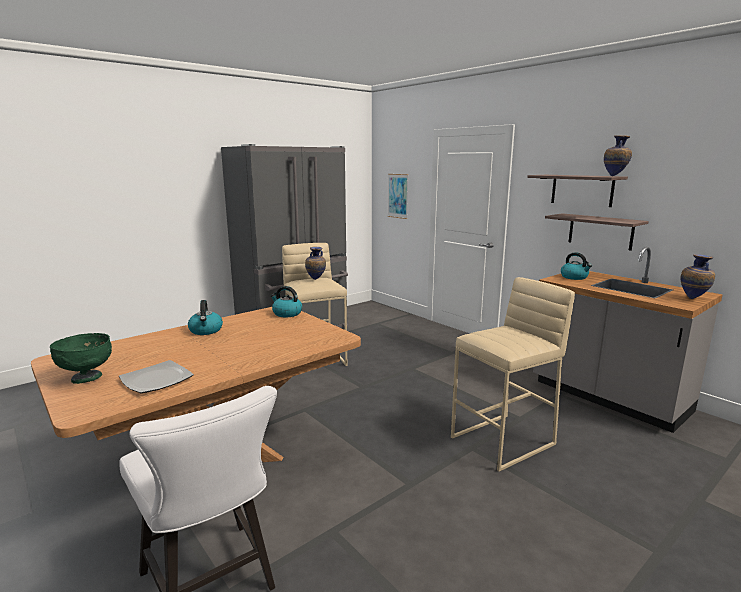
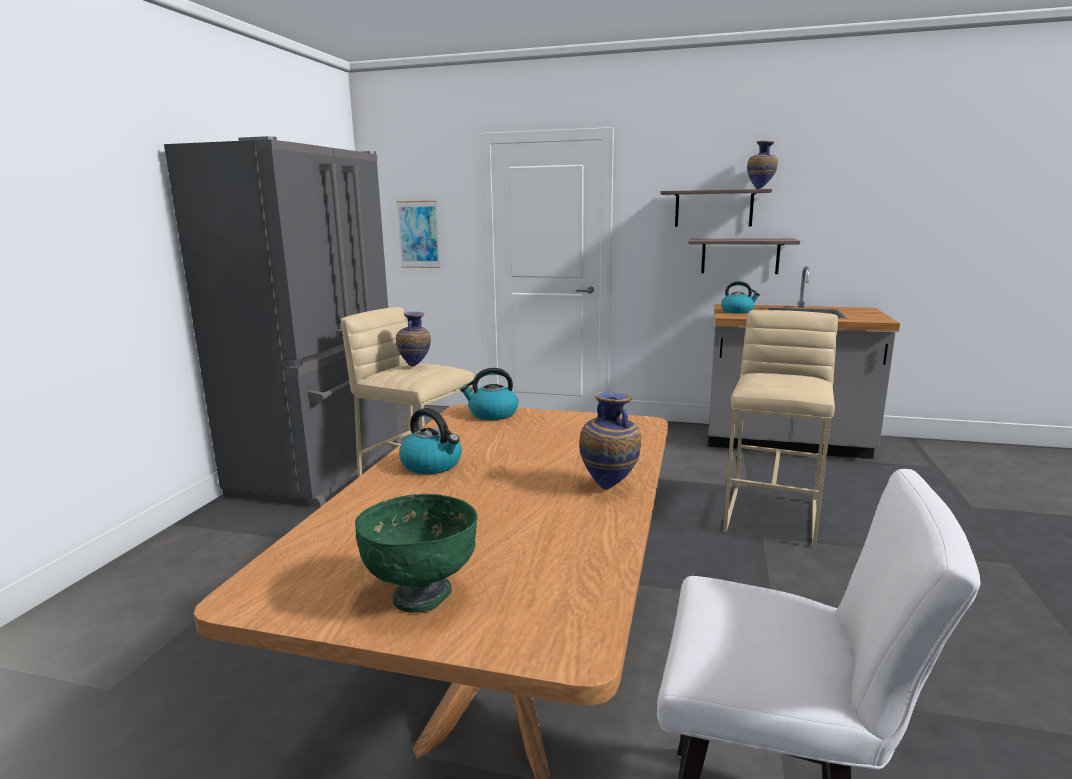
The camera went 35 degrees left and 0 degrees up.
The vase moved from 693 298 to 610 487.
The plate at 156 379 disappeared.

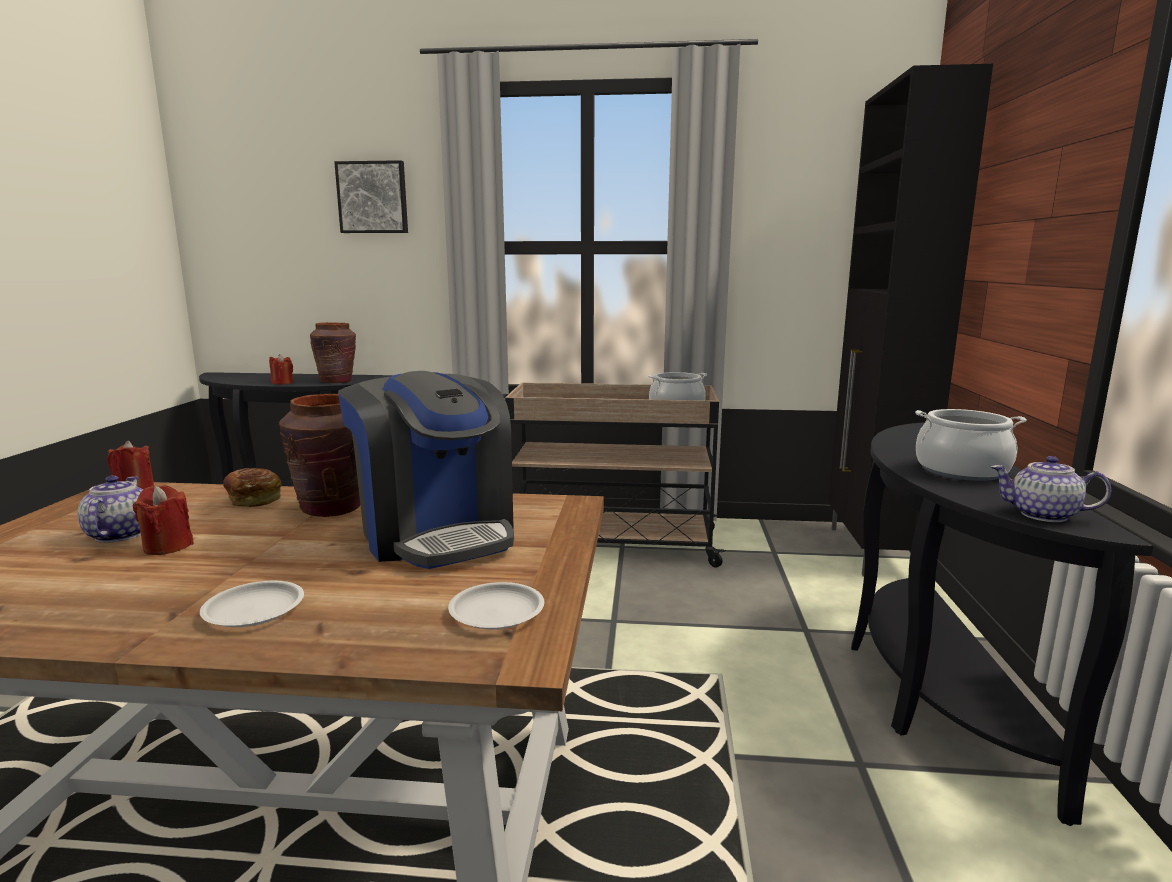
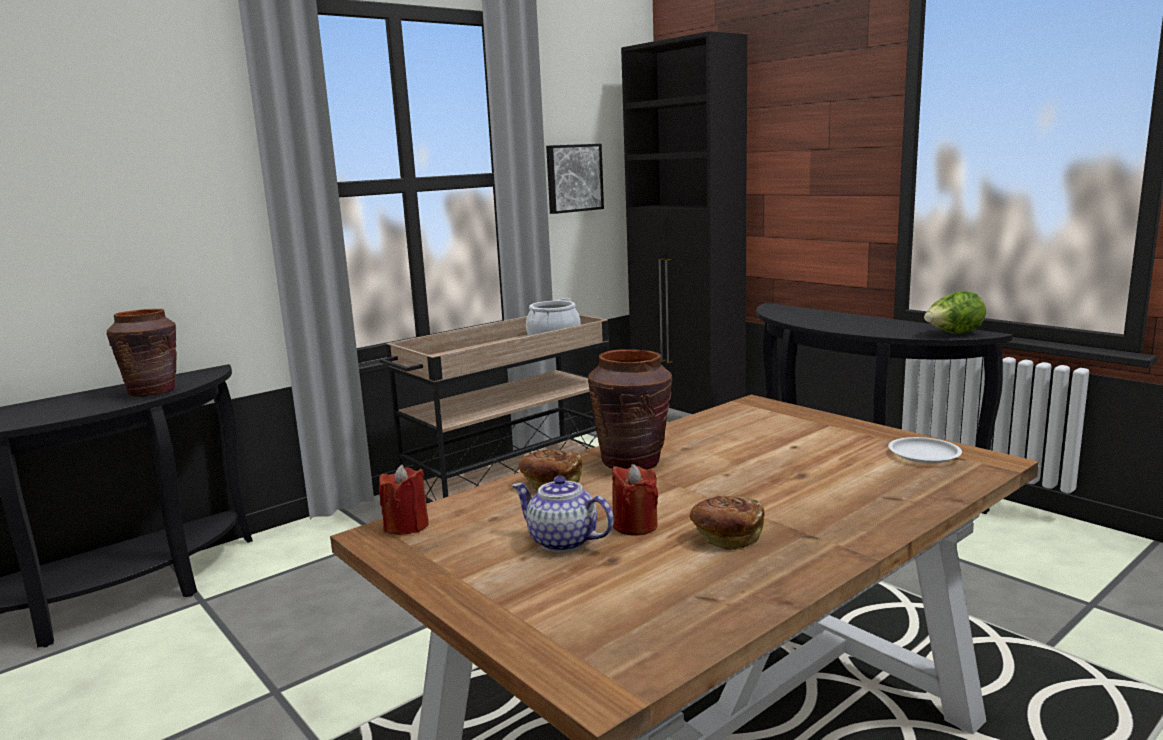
The camera went 45 degrees left and 0 degrees up.
The picture moved from 373 197 to 573 178.
The bread at 727 537 appeared.
The teapot at 1042 515 was replaced by the lettuce at 953 334.
The white plate at 253 610 disappeared.
The red candle at 282 383 disappeared.
The coffee machine at 436 533 disappeared.
The cooking pot at 961 470 disappeared.

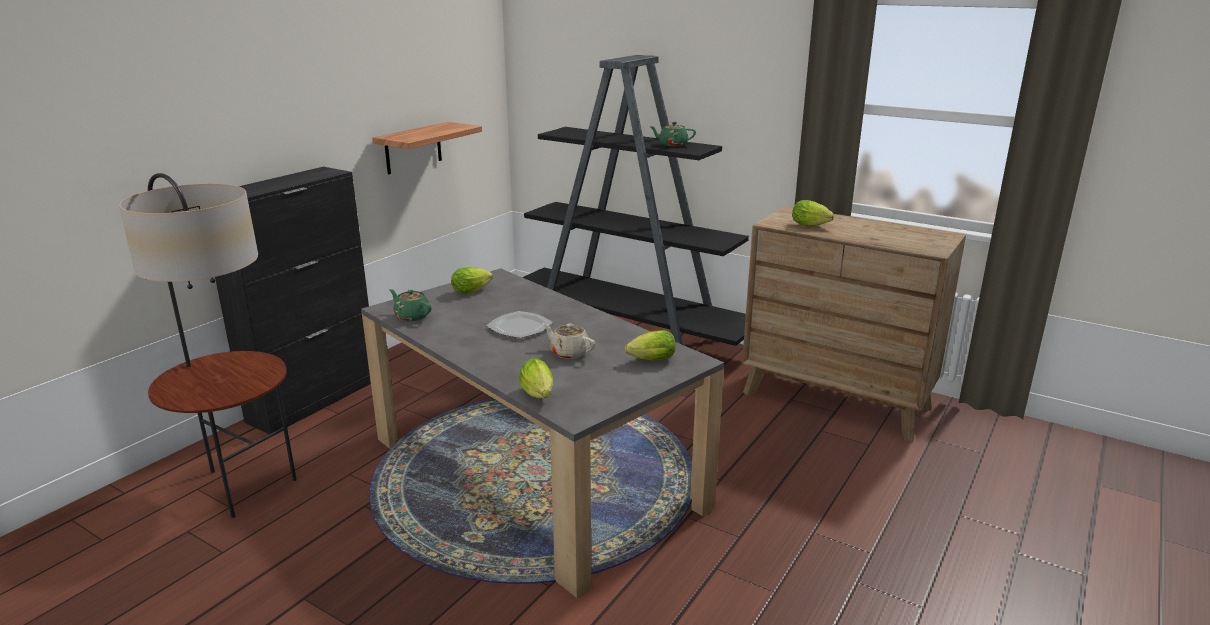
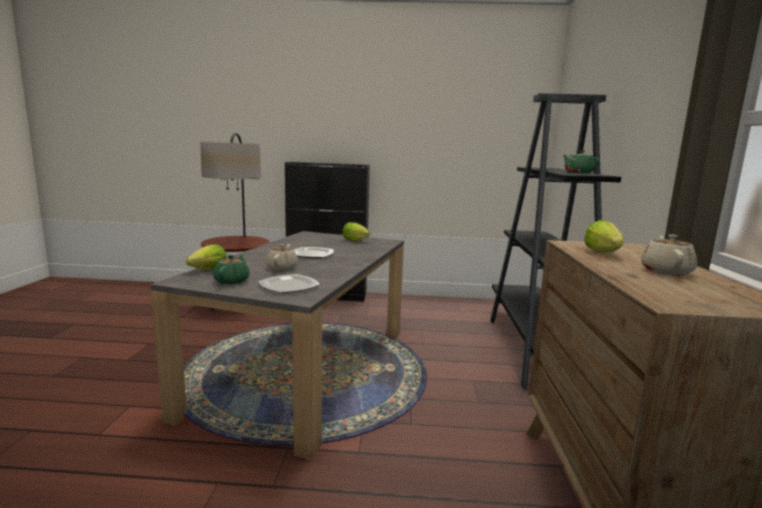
The camera went 60 degrees right and 10 degrees down.
The green teapot moved from 412 316 to 232 281.
The lettuce at 649 360 was replaced by the plate at 289 286.
The beige teapot at 665 271 appeared.
The shelf at 413 148 disappeared.

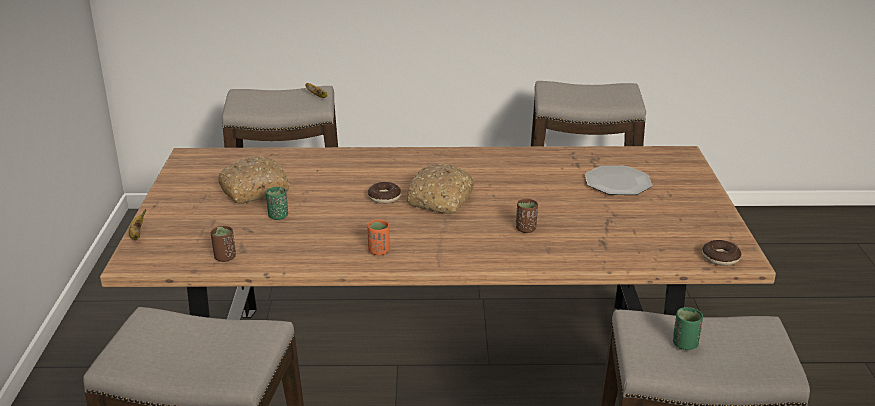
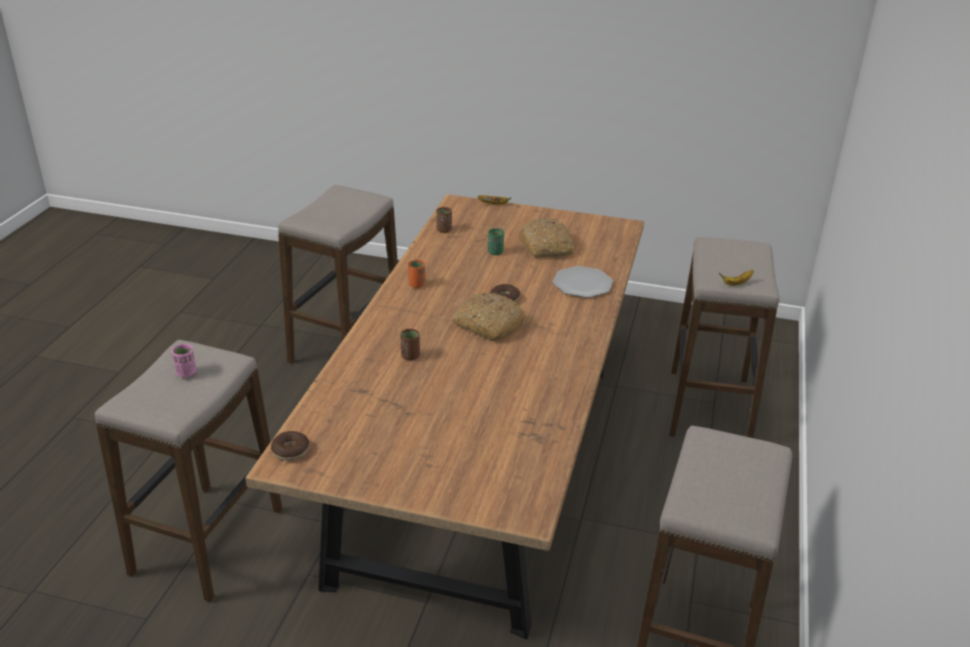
The camera went 105 degrees right and 5 degrees up.
The green cup at 685 344 became the pink cup at 186 372.
The plate moved from 617 182 to 582 284.

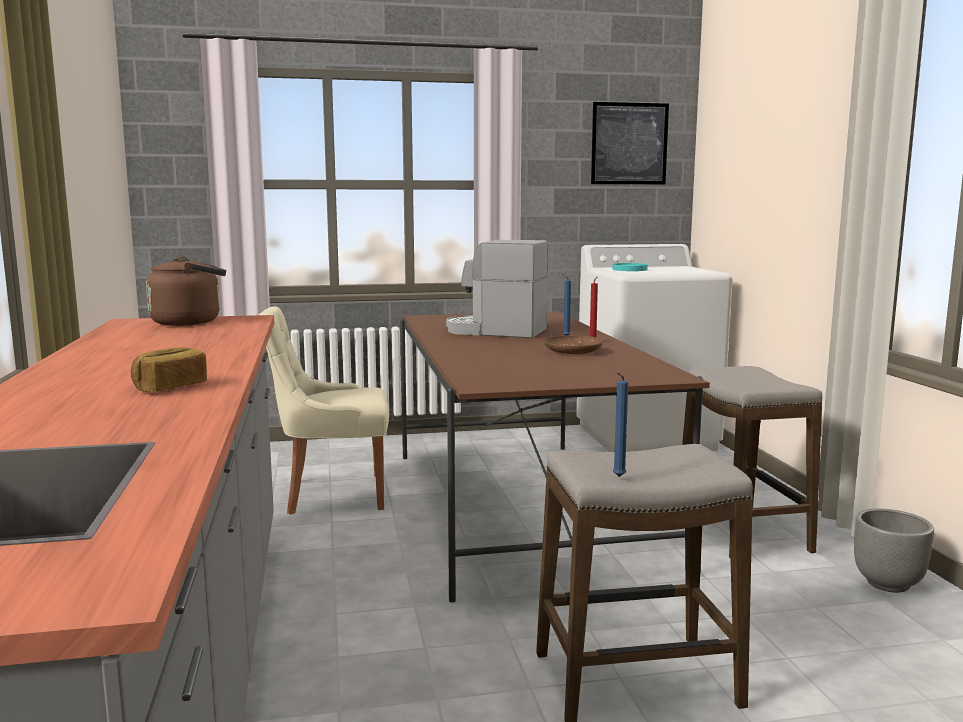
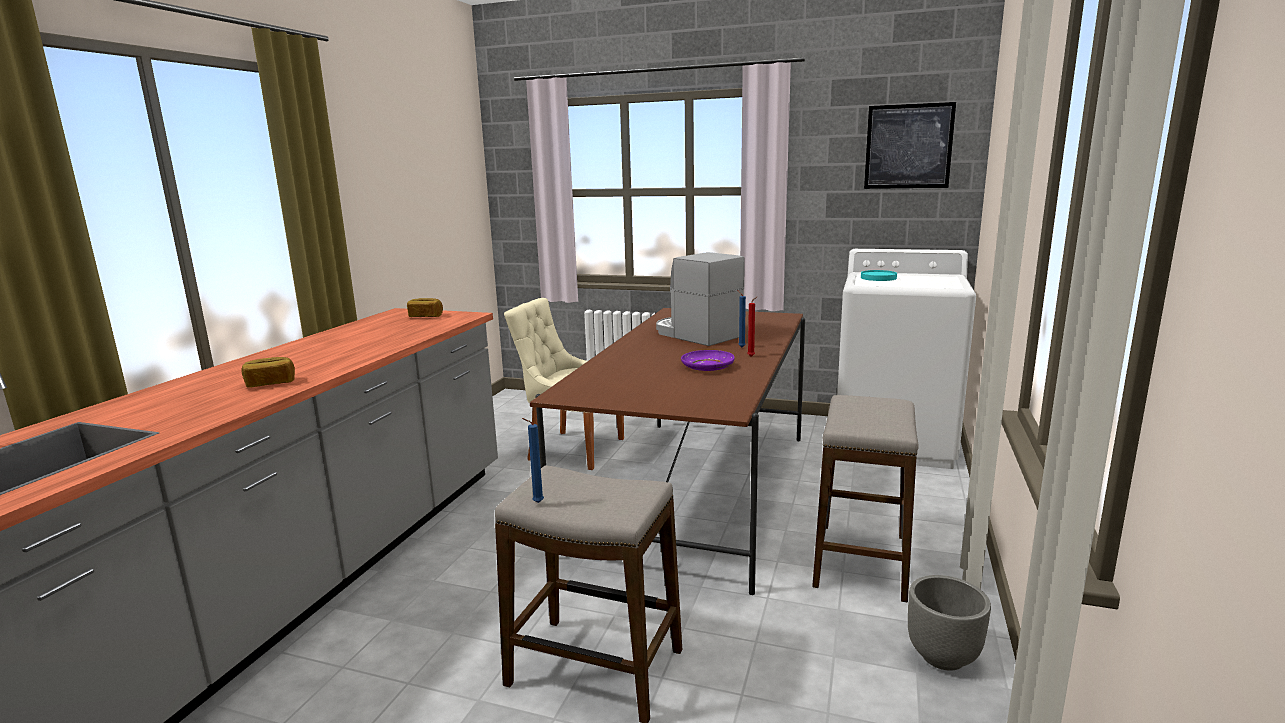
The camera went 30 degrees right and 5 degrees up.
The brown kettle at 190 322 was replaced by the bread at 426 316.
The brown plate at 573 352 became the purple plate at 708 367.

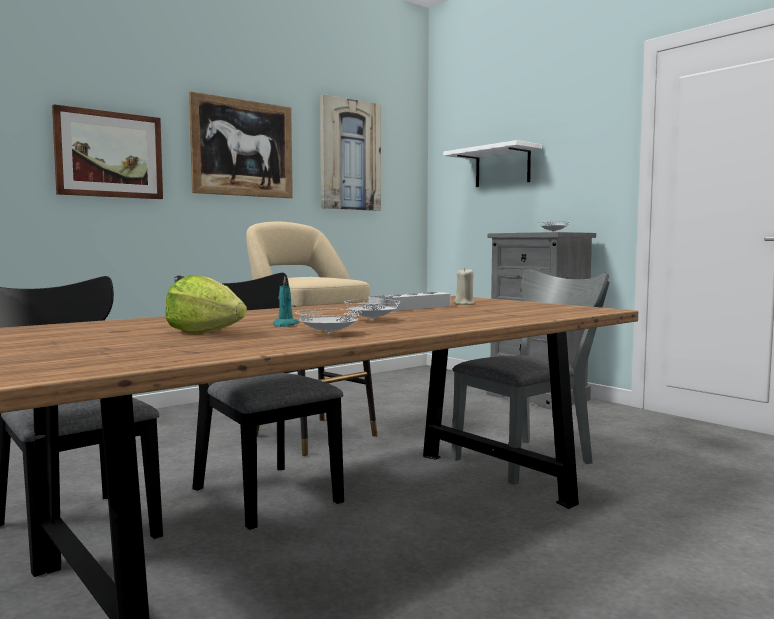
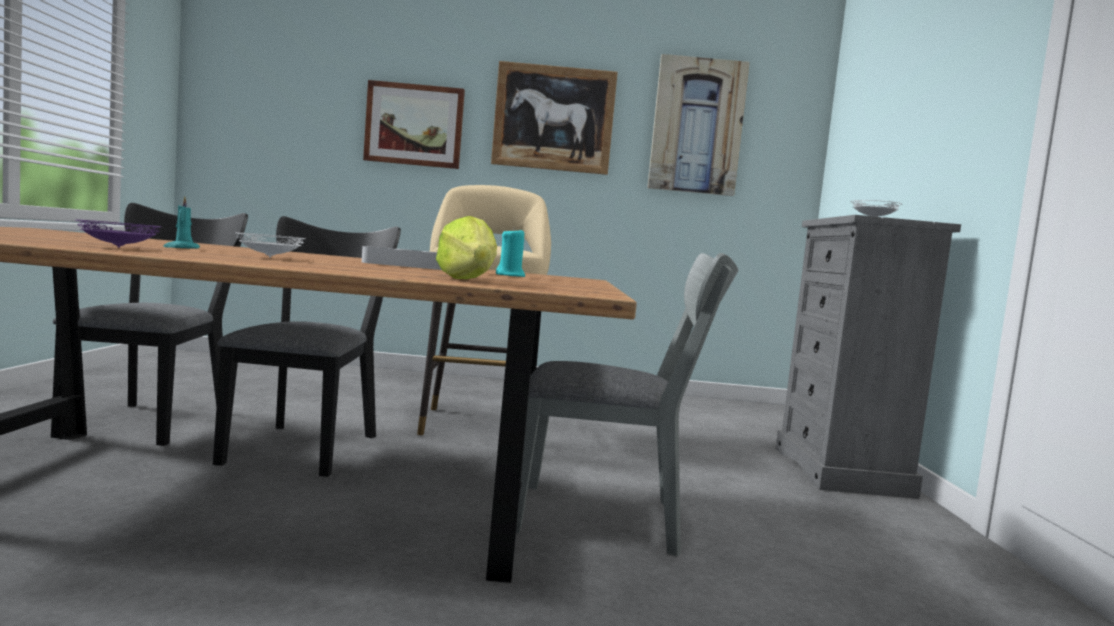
The camera went 40 degrees right and 0 degrees up.
The white plate at 328 334 became the purple plate at 119 247.
The lettuce moved from 205 332 to 467 280.
The beige candle at 464 304 became the turquoise candle at 510 275.
The white shelf at 502 167 disappeared.

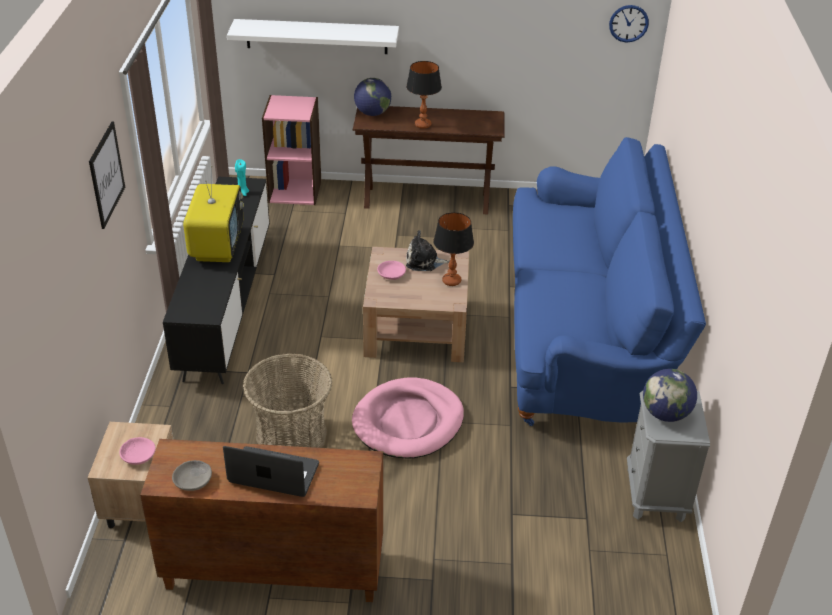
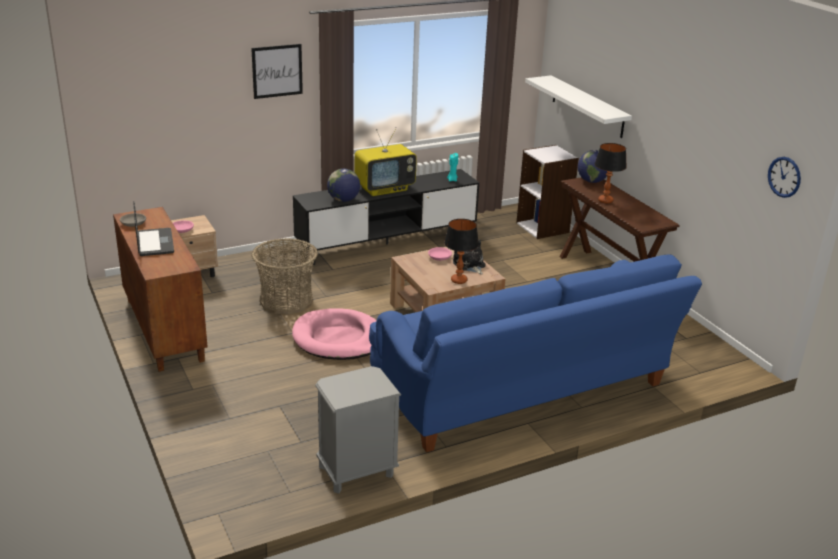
The camera went 60 degrees right and 10 degrees down.
The globe moved from 665 414 to 343 200.
The pink bookcase at 295 191 became the white bookcase at 543 227.

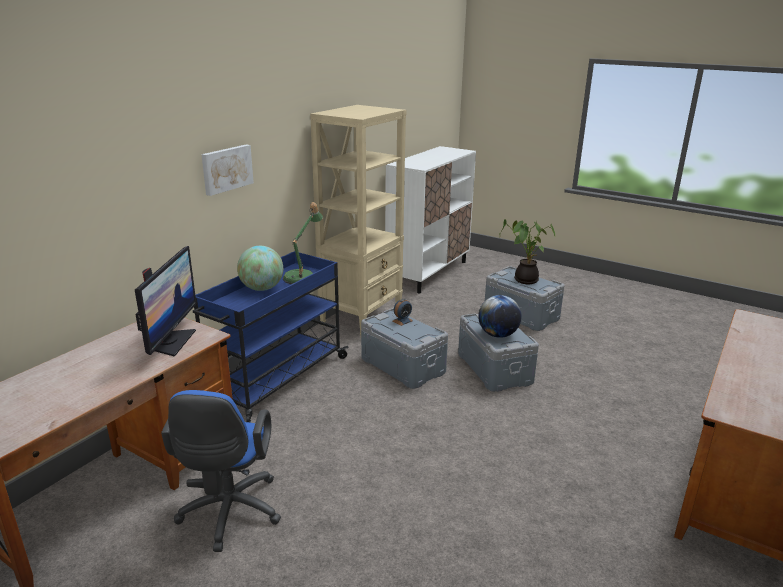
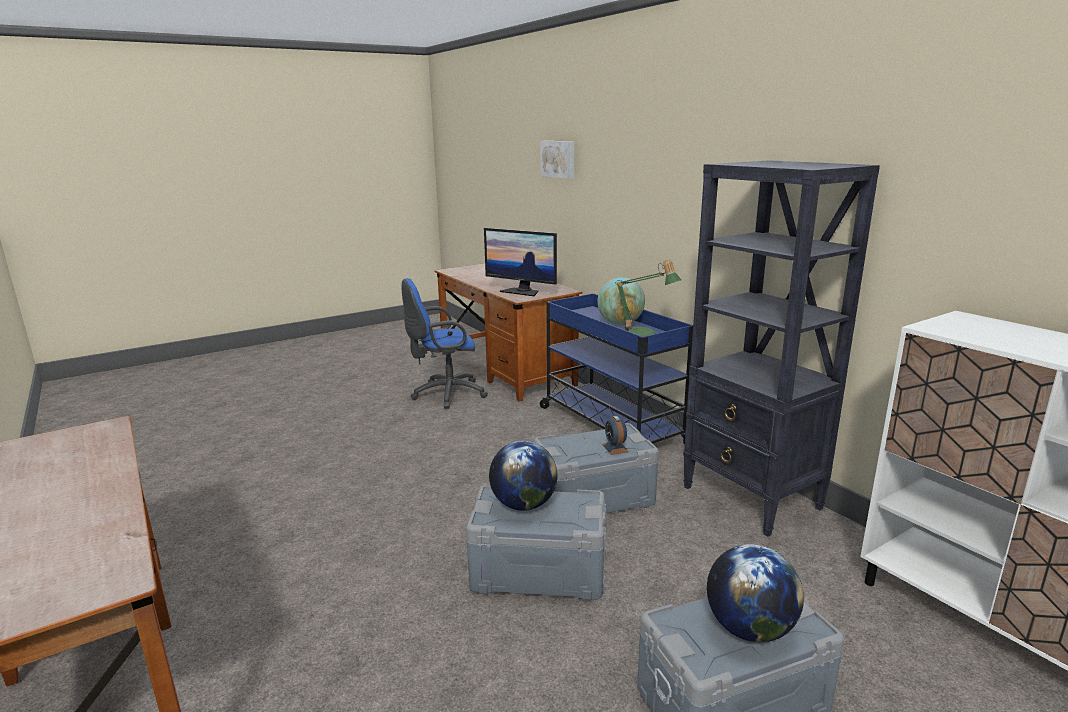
The camera went 115 degrees right and 5 degrees down.
The blue office chair at 229 515 turned 45 degrees counterclockwise.
The picture moved from 226 169 to 559 159.
The beige bookcase at 362 318 became the black bookcase at 752 498.
The potted plant at 524 279 was replaced by the globe at 749 629.

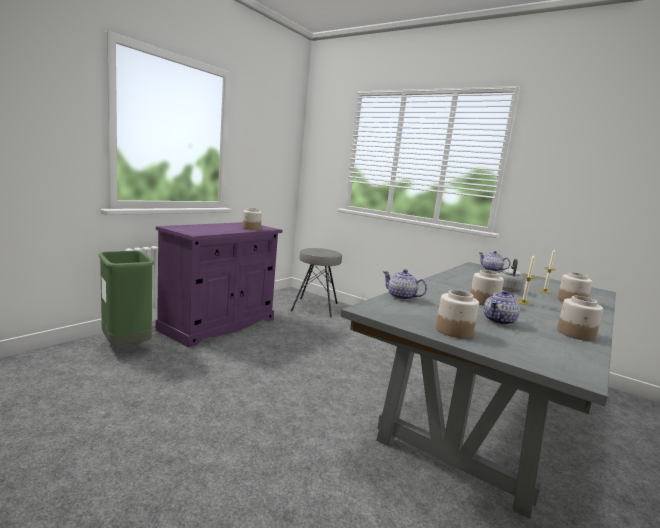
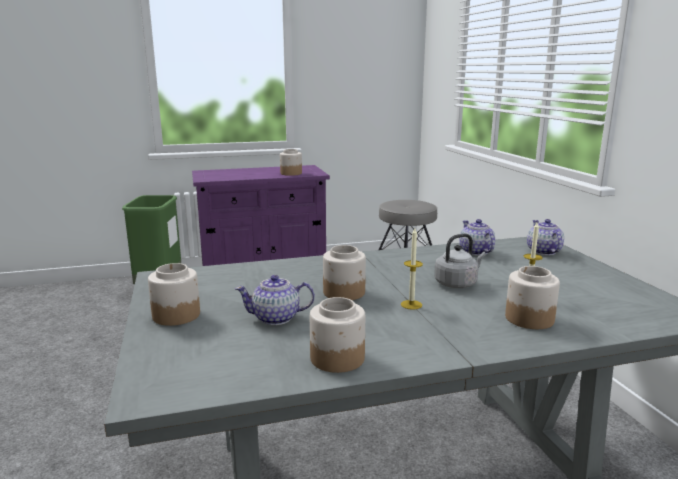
The camera went 40 degrees right and 5 degrees up.
The teapot moved from 401 297 to 476 252.

